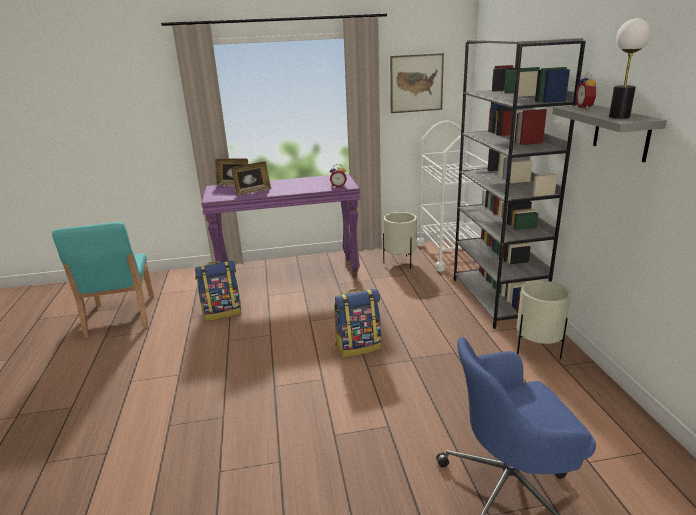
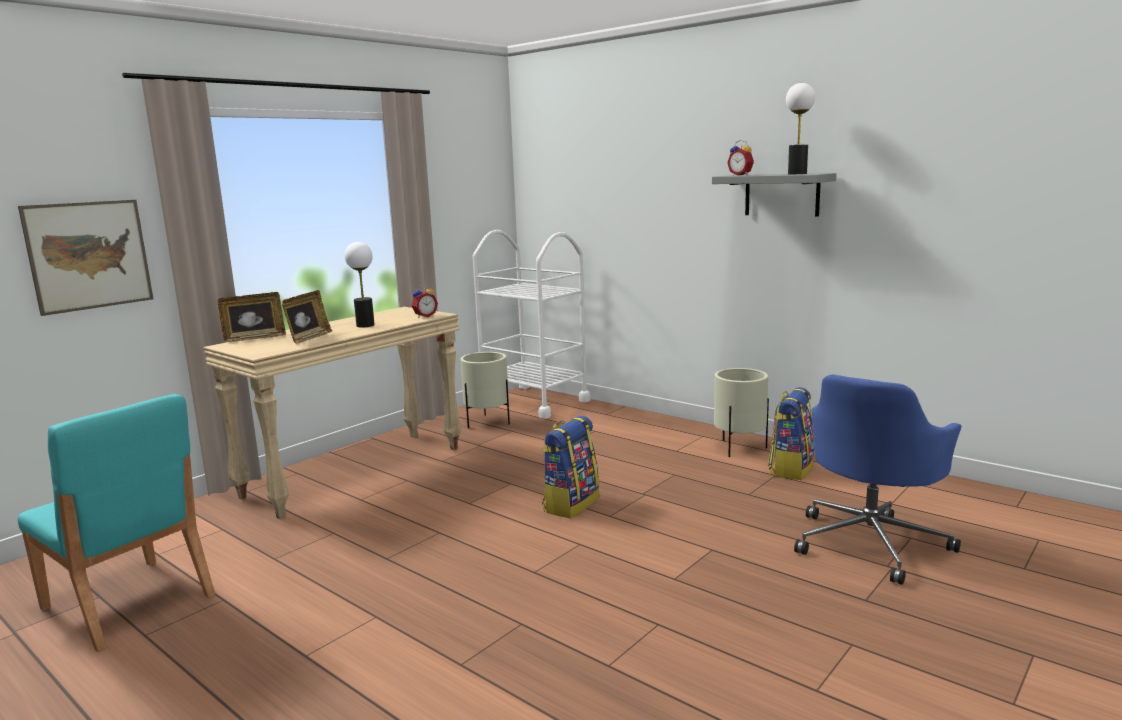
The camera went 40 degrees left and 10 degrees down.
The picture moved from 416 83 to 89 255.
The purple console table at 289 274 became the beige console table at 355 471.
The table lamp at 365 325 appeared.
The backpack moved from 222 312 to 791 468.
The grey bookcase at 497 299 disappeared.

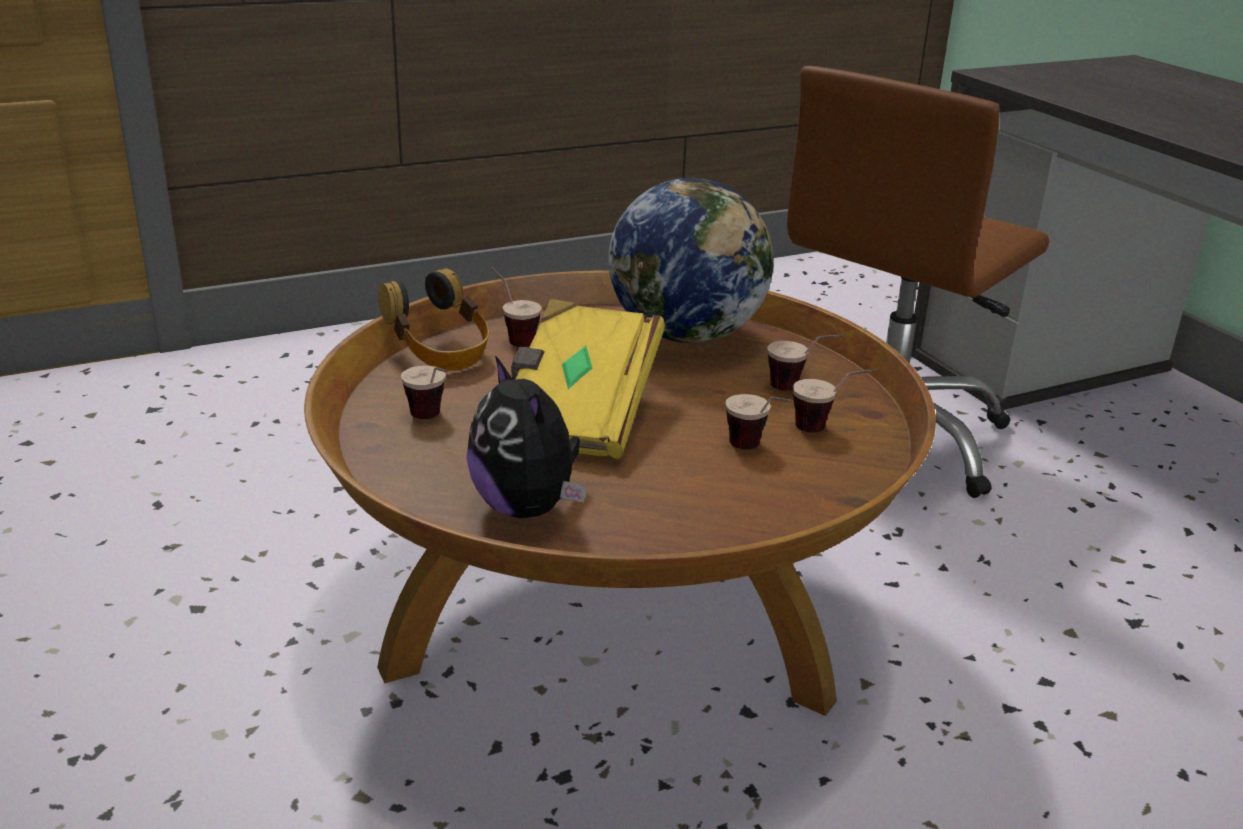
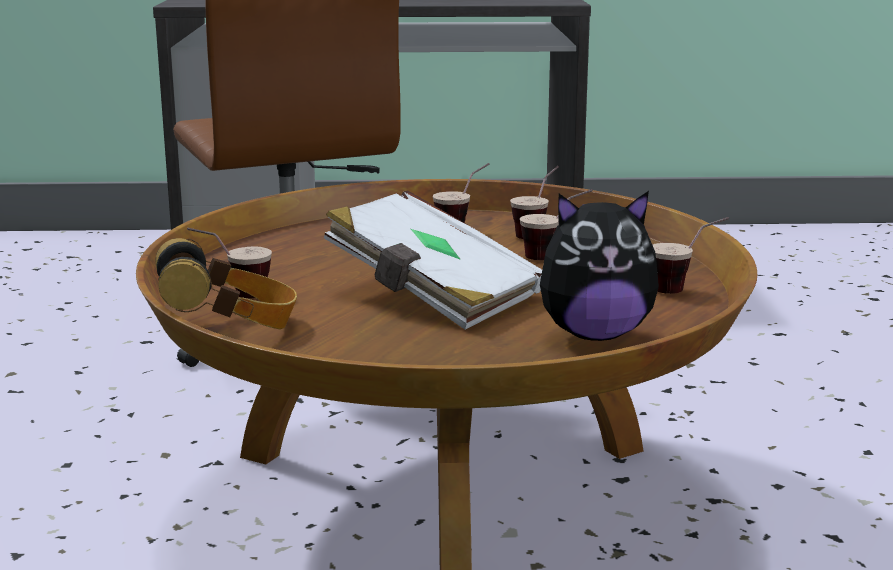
The camera went 65 degrees left and 10 degrees down.
The yellow book at 578 413 became the white book at 432 296.
The cup moved from 432 421 to 685 289.
The globe at 686 335 disappeared.

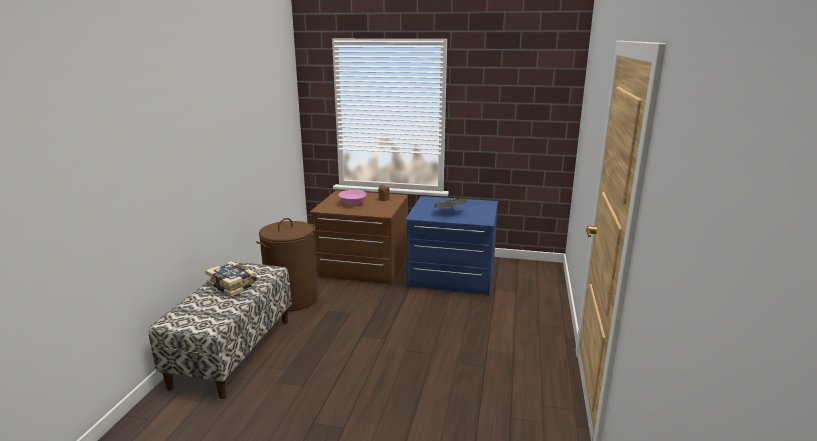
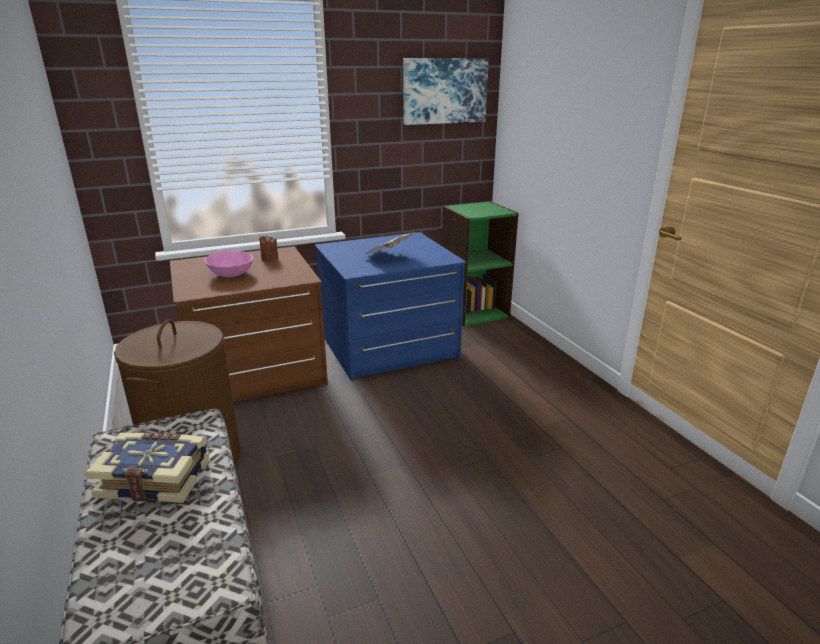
The camera went 35 degrees left and 5 degrees up.
The picture at 444 91 appeared.
The green bookcase at 474 312 appeared.

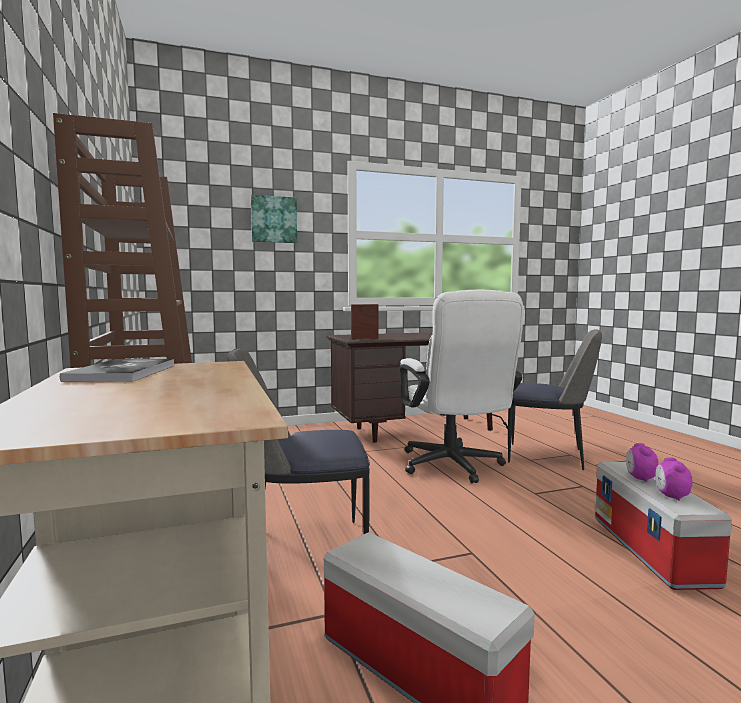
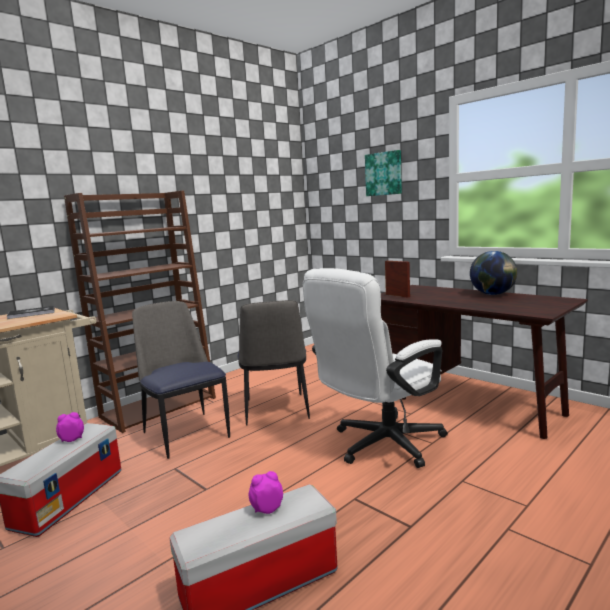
The camera went 65 degrees right and 5 degrees up.
The alarm clock moved from 671 496 to 72 439.
The chair moved from 548 456 to 276 410.
The globe at 493 294 appeared.

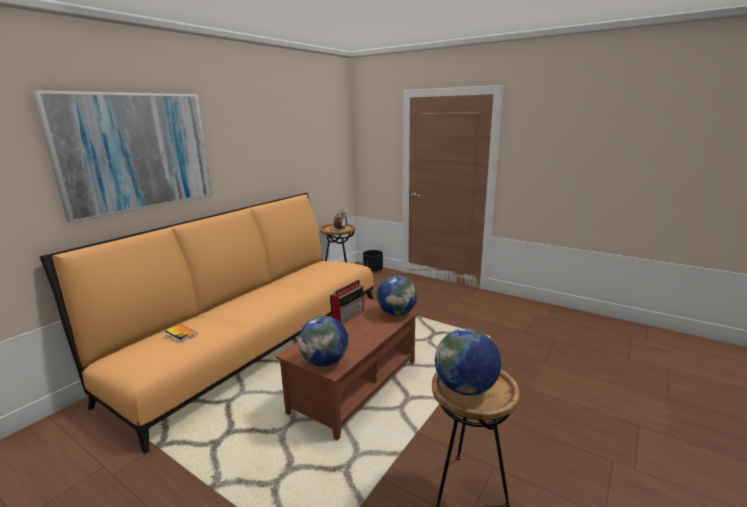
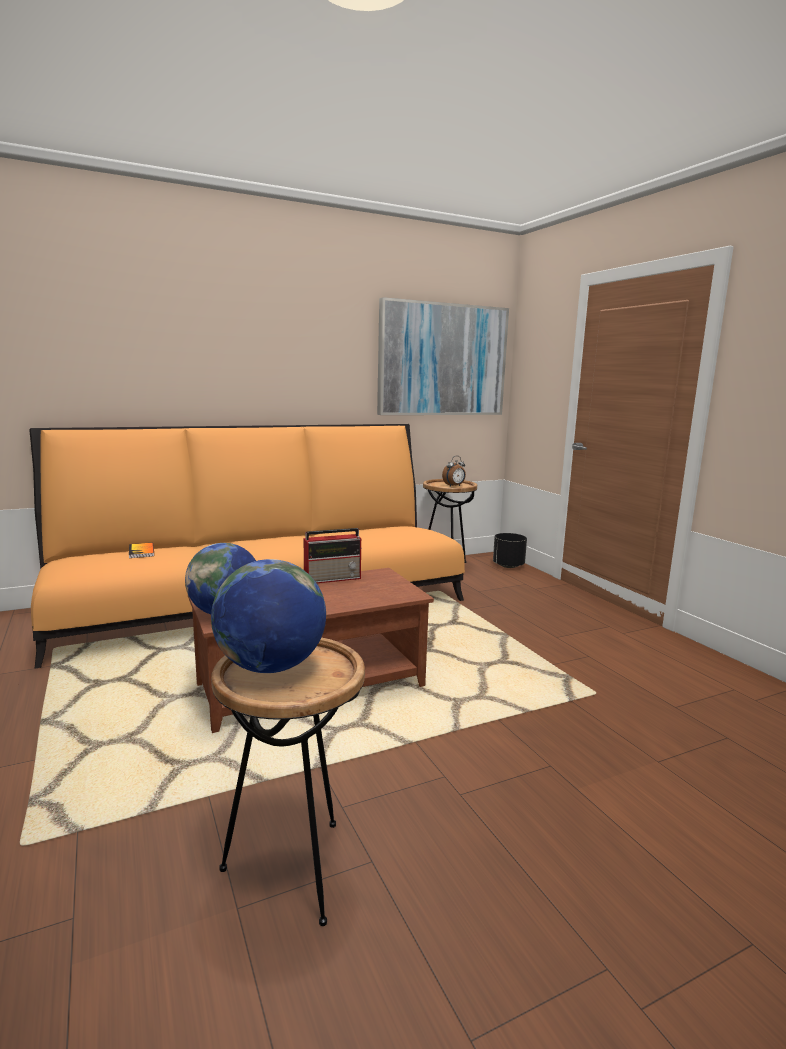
The camera went 30 degrees right and 5 degrees down.
The picture moved from 135 152 to 442 360.
The globe at 397 313 disappeared.

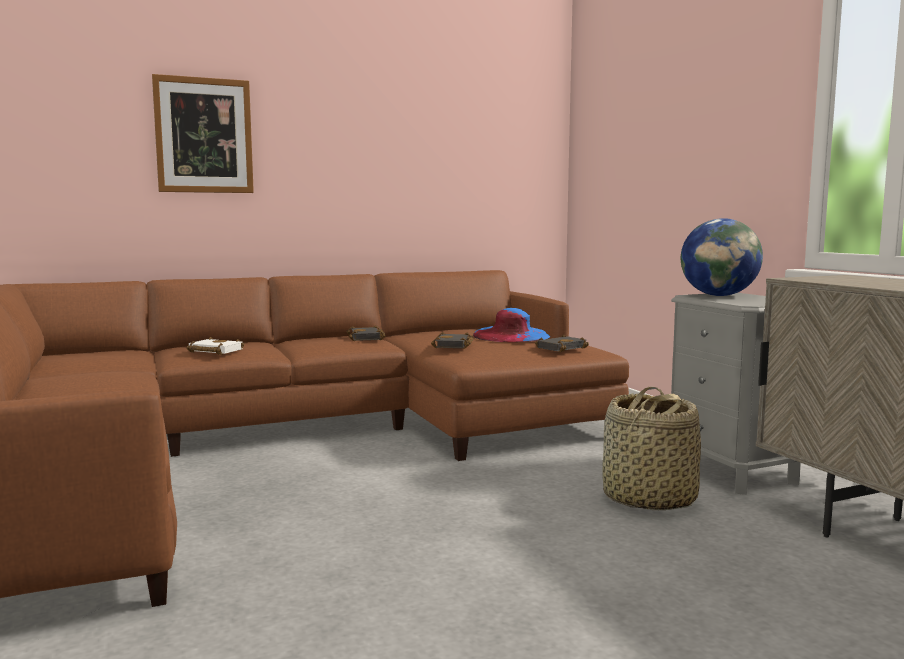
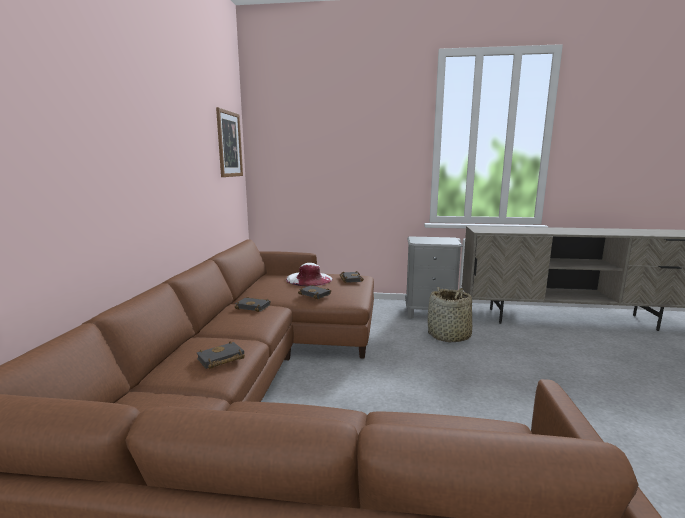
The camera went 60 degrees left and 5 degrees up.
The white book at 213 351 became the black book at 220 359.
The picture moved from 204 135 to 229 144.
The blue hat at 511 335 became the white hat at 309 279.
The globe at 719 295 disappeared.

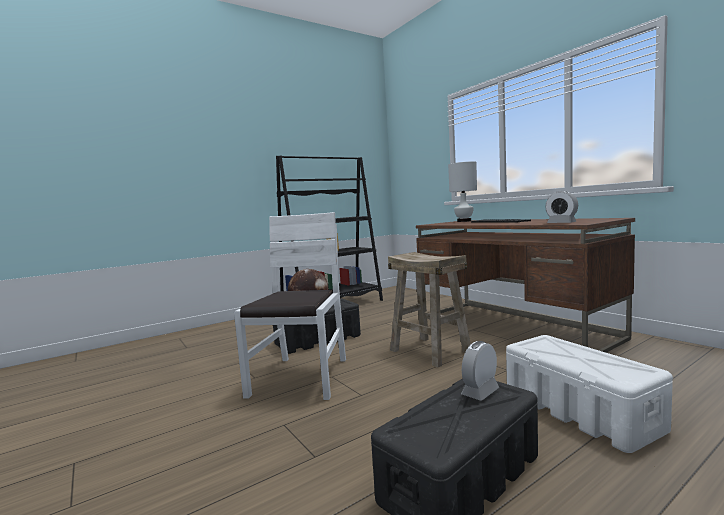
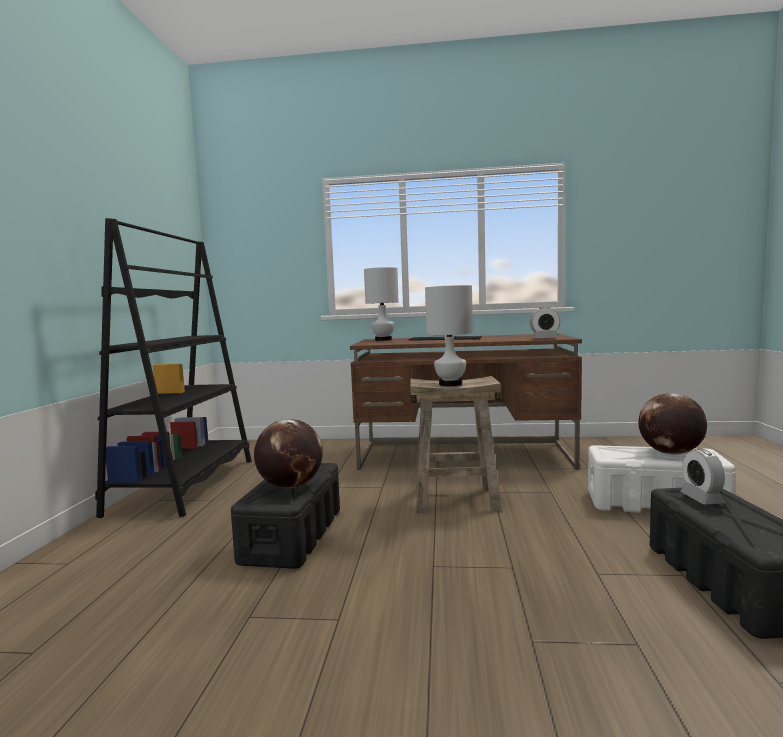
The camera went 50 degrees left and 0 degrees up.
The white table lamp at 450 384 appeared.
The globe at 670 453 appeared.
The white chair at 301 377 disappeared.

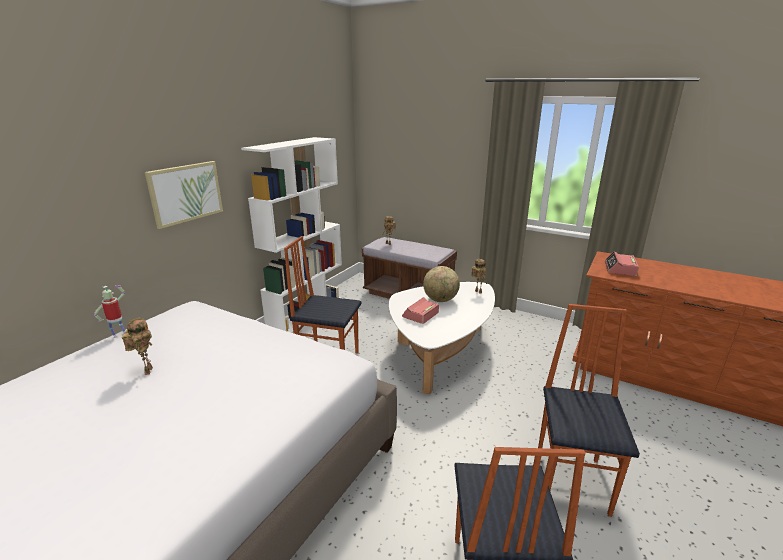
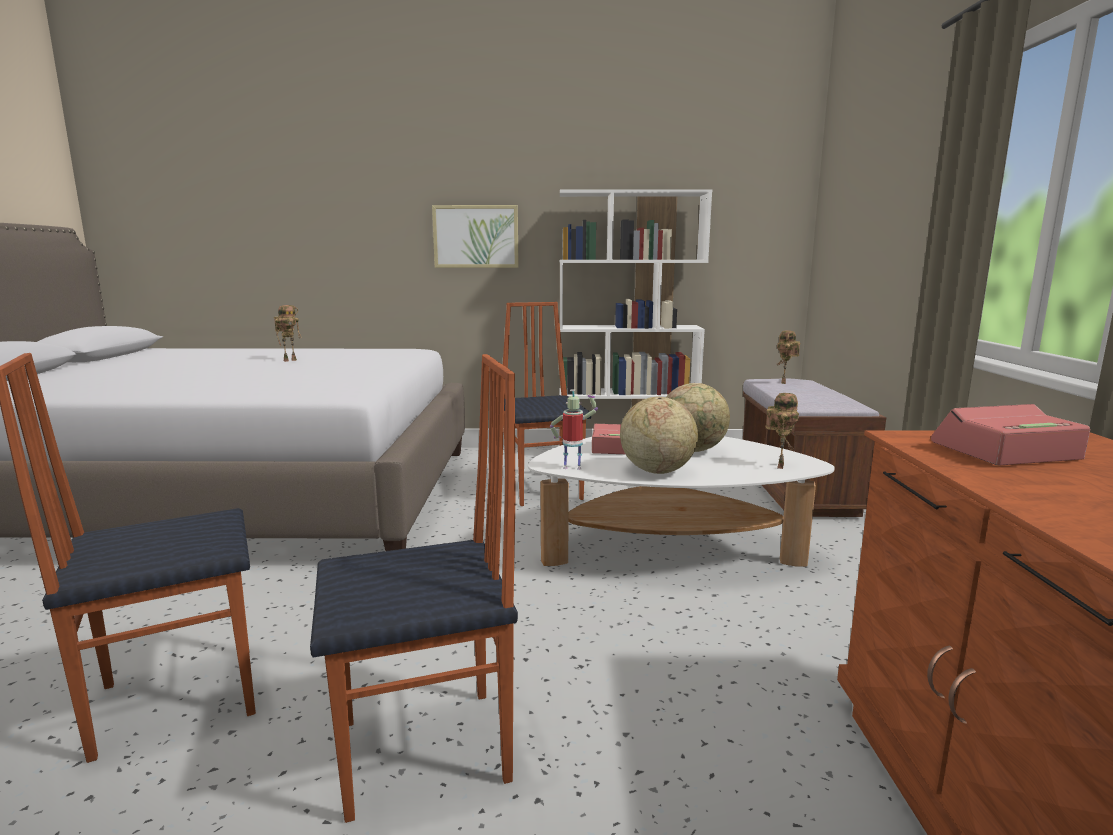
The camera went 60 degrees right and 10 degrees down.
The toy robot moved from 119 334 to 573 467.
The globe at 656 471 appeared.

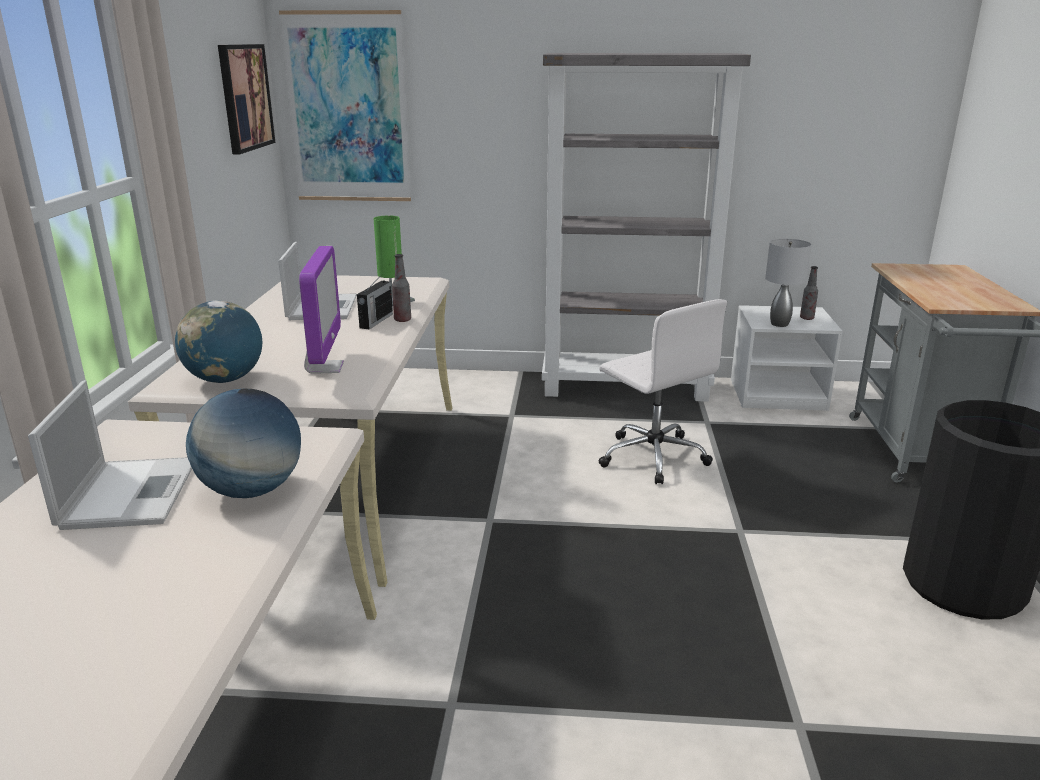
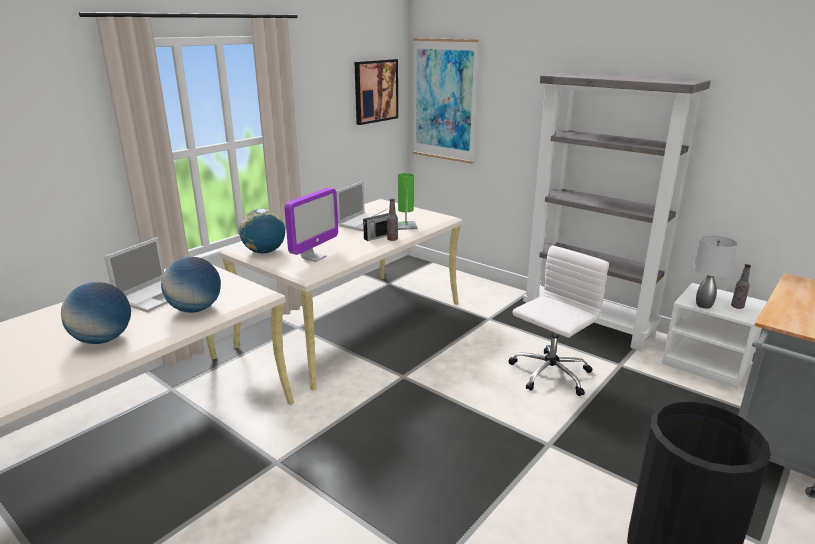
The camera went 35 degrees right and 0 degrees up.
The globe at 103 339 appeared.
The white office chair at 652 456 turned 135 degrees counterclockwise.

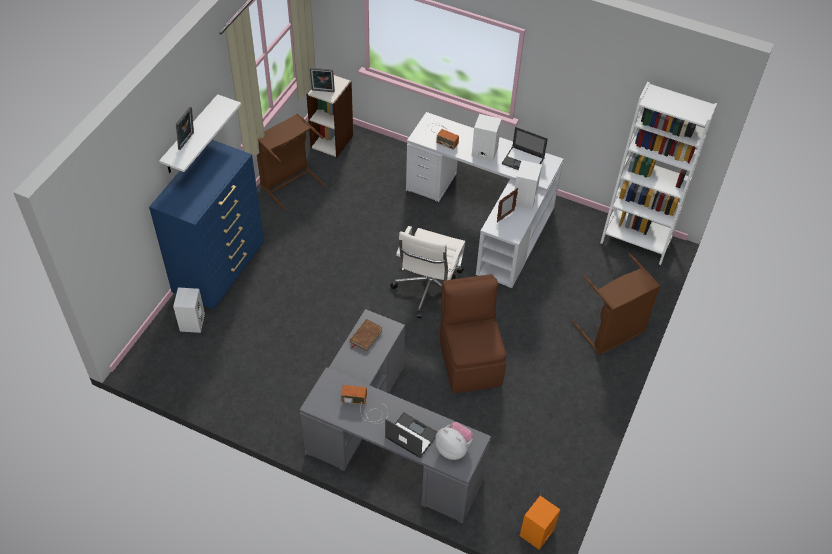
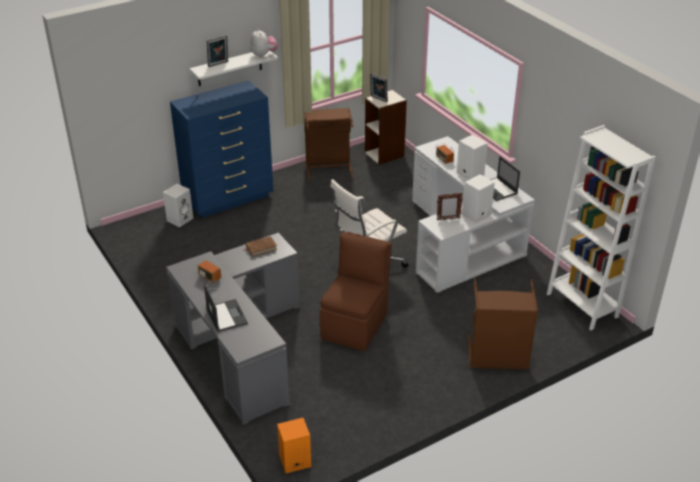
The camera went 35 degrees right and 15 degrees down.
The plush toy moved from 453 448 to 264 55.

